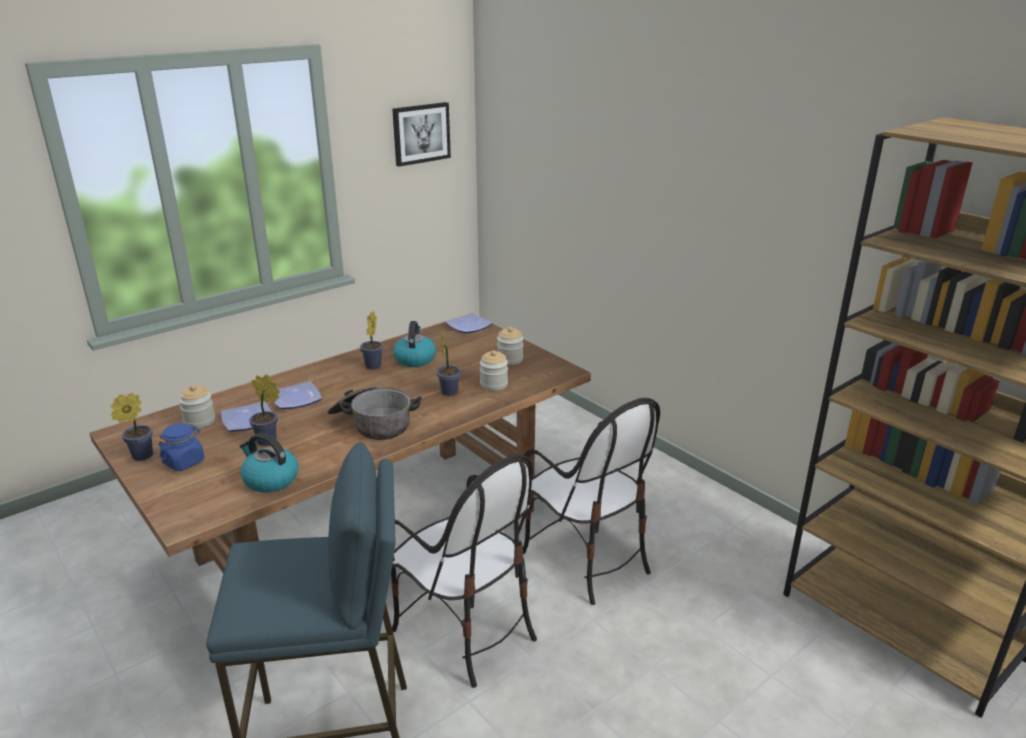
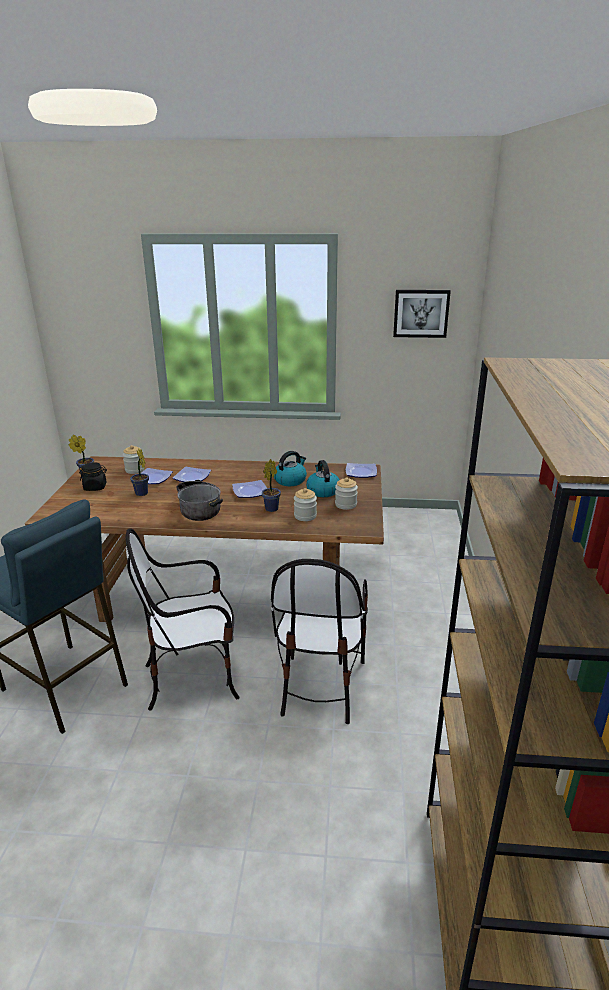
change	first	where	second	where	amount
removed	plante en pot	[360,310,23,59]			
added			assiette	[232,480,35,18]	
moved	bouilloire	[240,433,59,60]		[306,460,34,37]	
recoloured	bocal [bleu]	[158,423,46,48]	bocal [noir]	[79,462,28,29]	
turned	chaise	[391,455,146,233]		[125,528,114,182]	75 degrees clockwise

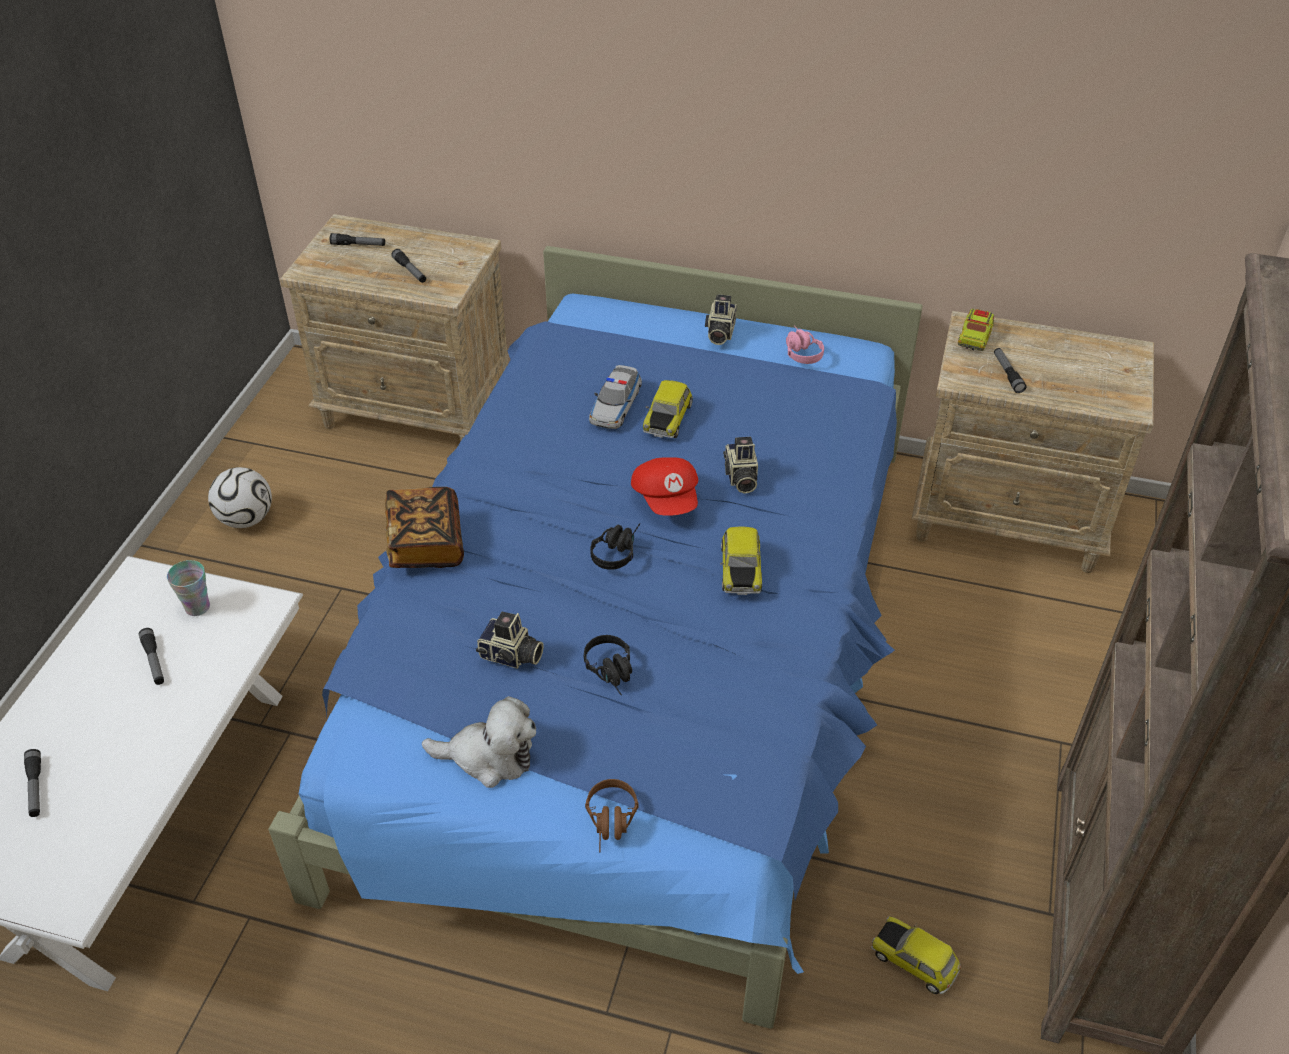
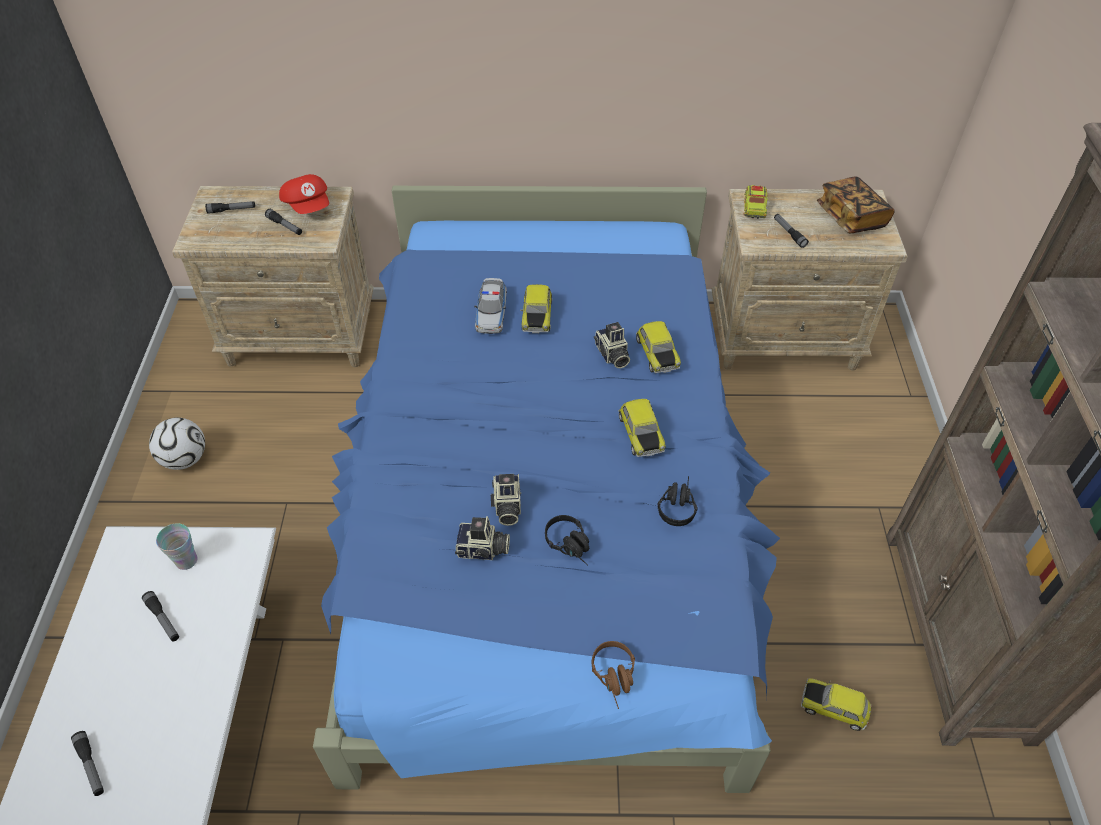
change	first	where	second	where	amount
removed	peluche	[422,696,114,92]			
removed	casque audio [rose]	[786,325,38,39]			
added			petite voiture	[636,321,45,52]	
moved	livre	[385,487,79,81]		[817,176,77,57]	
moved	casque audio [noir]	[590,523,50,47]		[657,476,41,50]	
moved	casquette [rouge]	[631,457,67,59]		[279,174,50,40]	
moved	appareil photo	[705,294,32,51]		[491,474,30,52]	

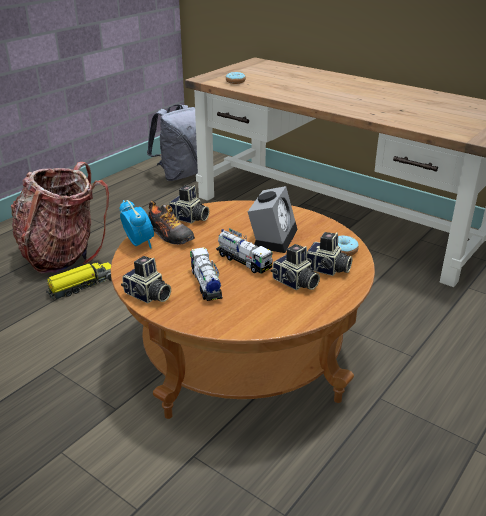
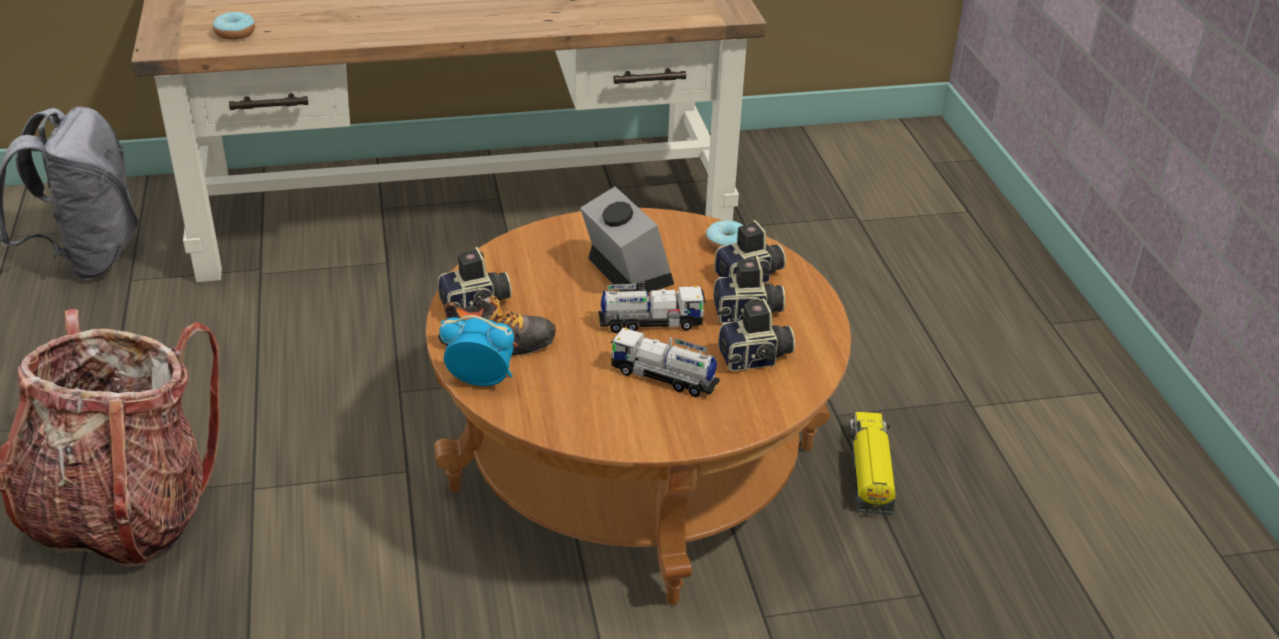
change	first	where	second	where	amount
moved	camion jouet	[46,262,66,37]		[849,412,47,103]	
moved	appareil photo	[121,256,50,47]		[718,298,77,73]	

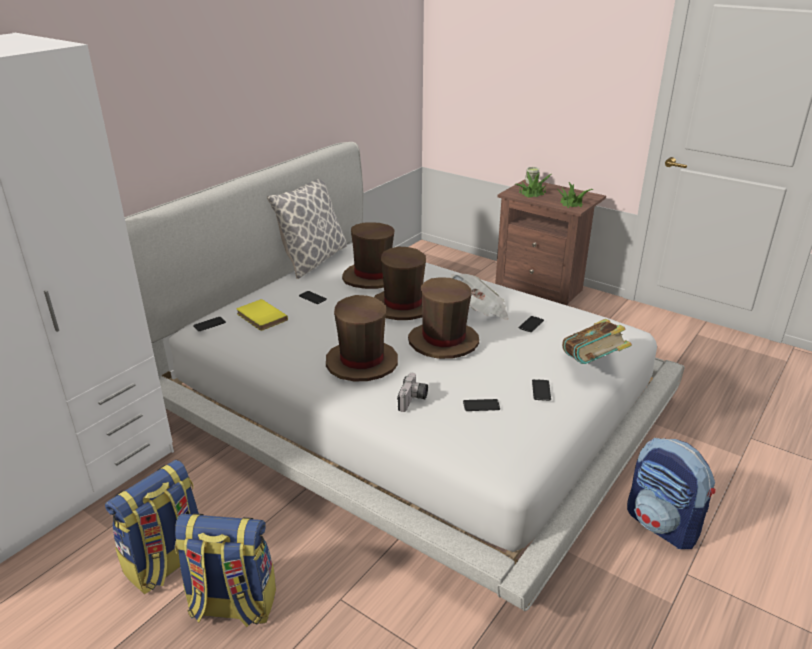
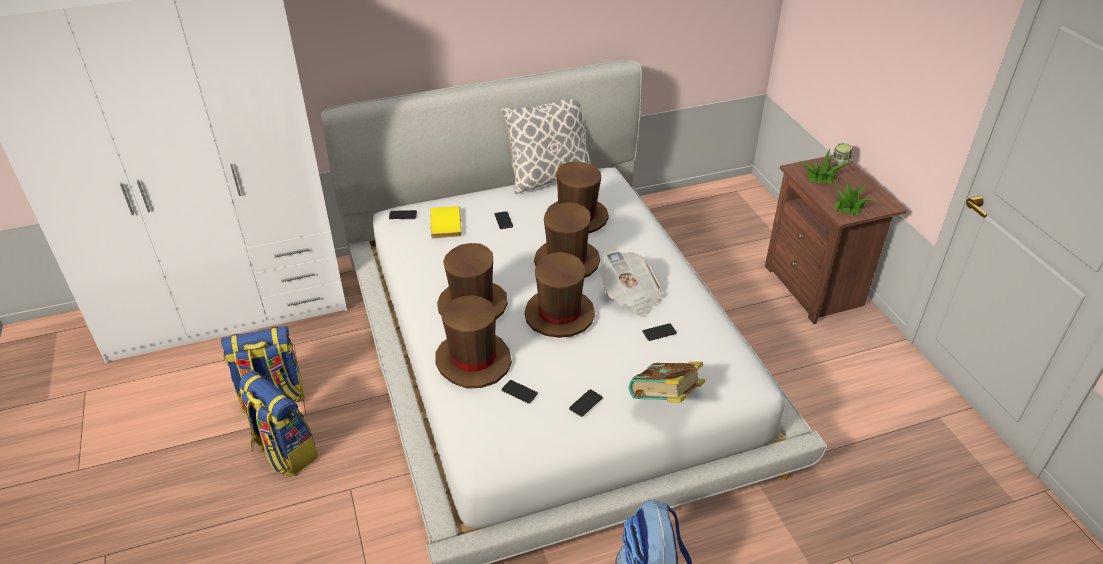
change	first	where	second	where	amount
replaced	appareil photo	[397,373,31,39]	chapeau [marron]	[435,295,77,93]	

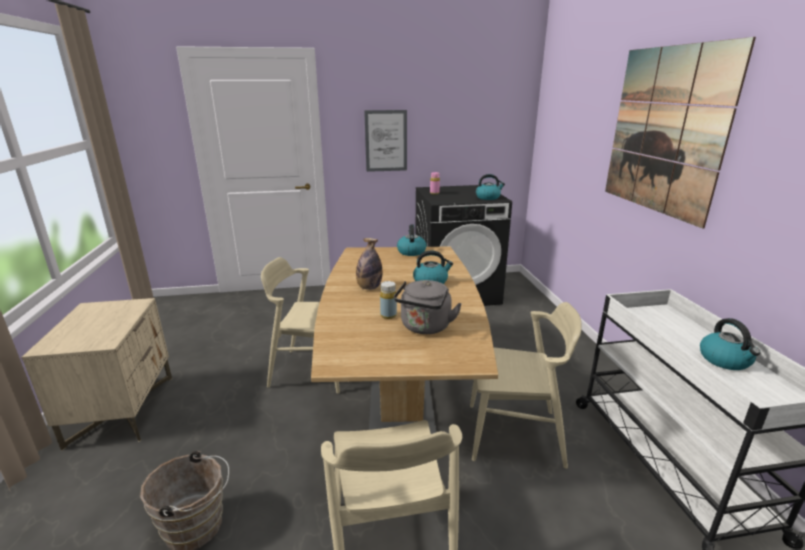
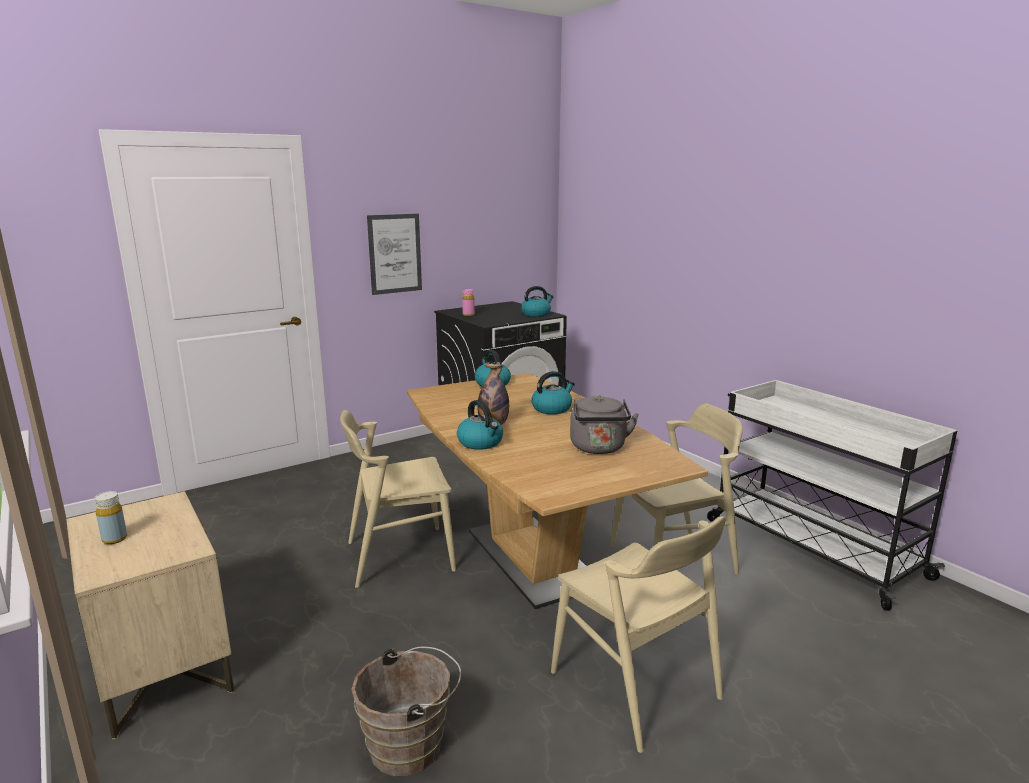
change	first	where	second	where	amount
removed	tableau	[605,37,151,192]			
moved	bouteille [jaune]	[380,281,17,38]		[94,491,33,53]	
moved	bouilloire	[700,318,61,52]		[457,400,46,50]	

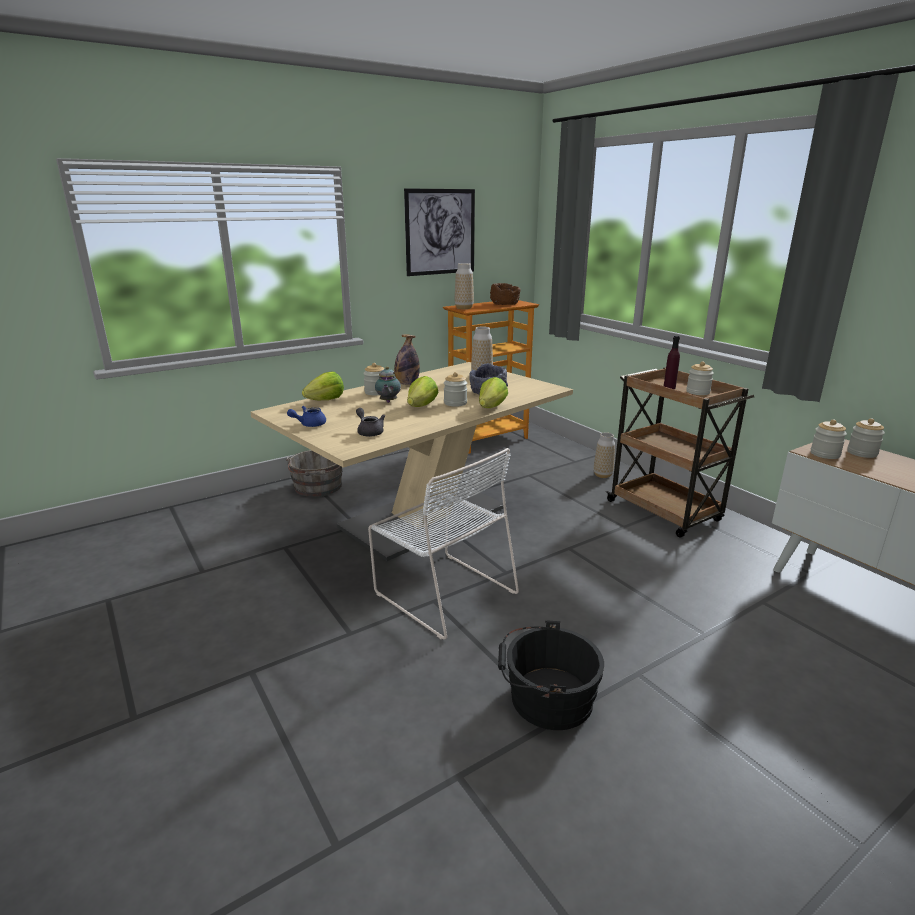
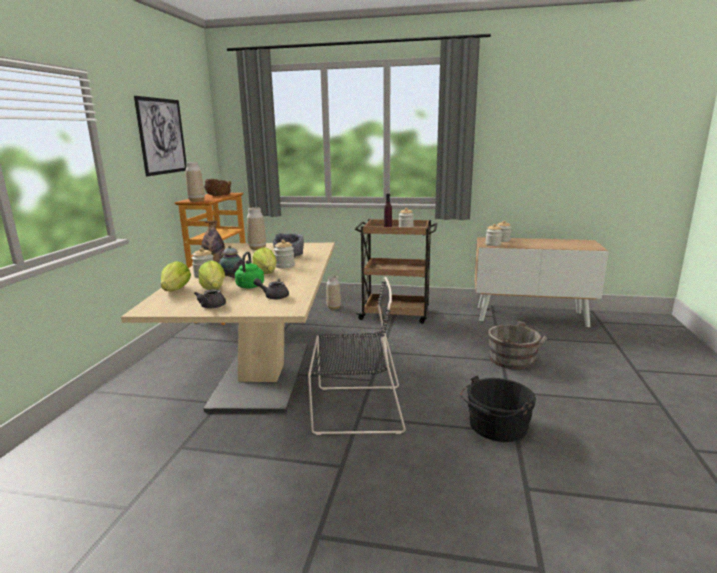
change	first	where	second	where	amount
added			bouilloire [vert]	[235,252,29,37]	
moved	seau [gris]	[286,450,57,47]		[487,321,60,49]	
moved	laitue	[479,377,29,31]		[198,261,27,29]	
recoloured	théière [bleu]	[287,406,39,21]	théière [gris]	[194,289,32,19]	
recoloured	chaise [blanc]	[368,448,151,192]	chaise [noir]	[308,277,98,158]	

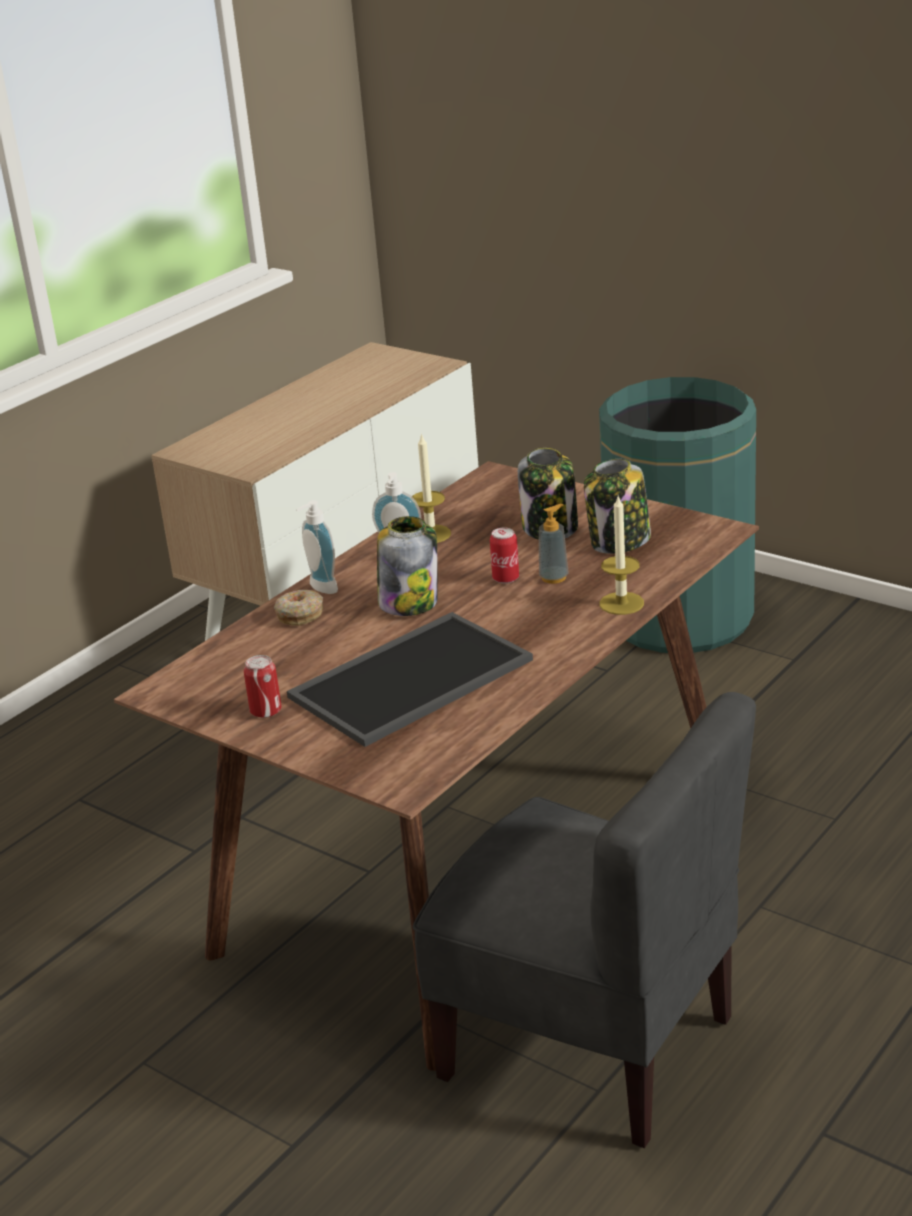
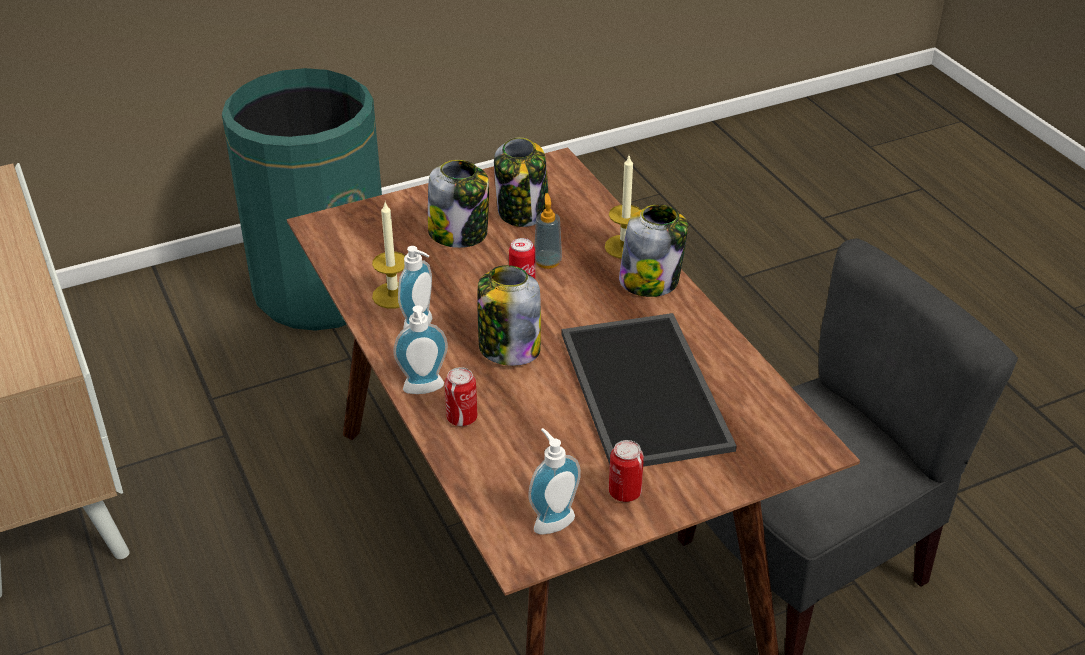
change	first	where	second	where	amount
added			distributeur de savon	[528,428,53,107]	
added			bocal	[619,204,69,93]	
replaced	beignet	[274,590,49,35]	boîte métallique	[445,367,33,59]	

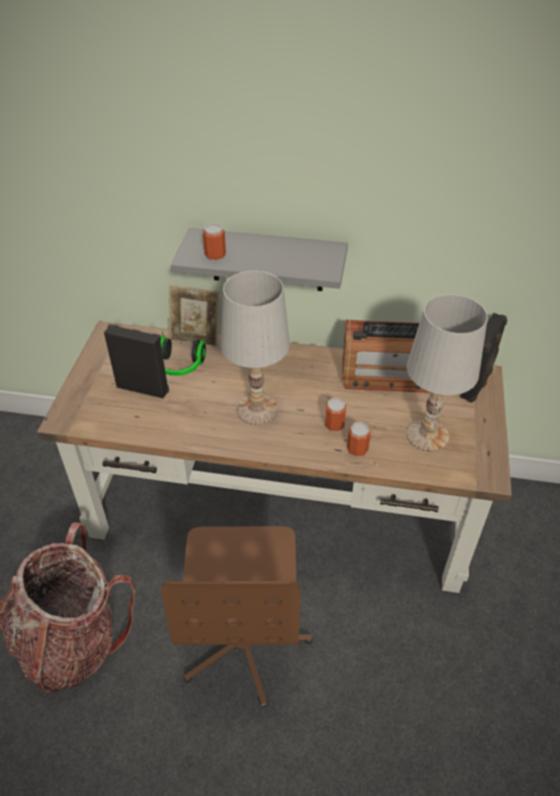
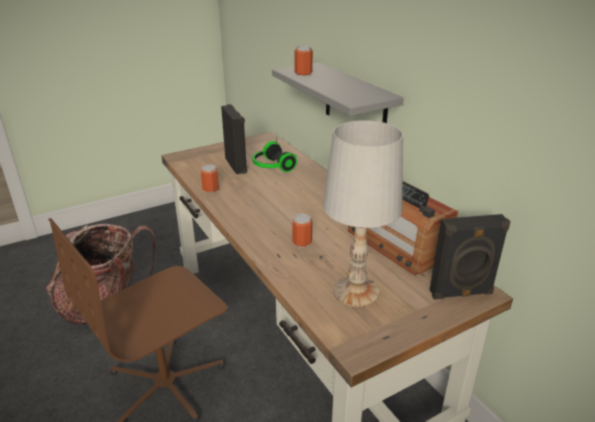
change	first	where	second	where	amount
removed	cadre photo	[169,285,50,63]			
removed	lampe de table [blanc]	[221,271,69,154]			
moved	boîte métallique	[347,422,24,35]		[201,164,18,29]	

